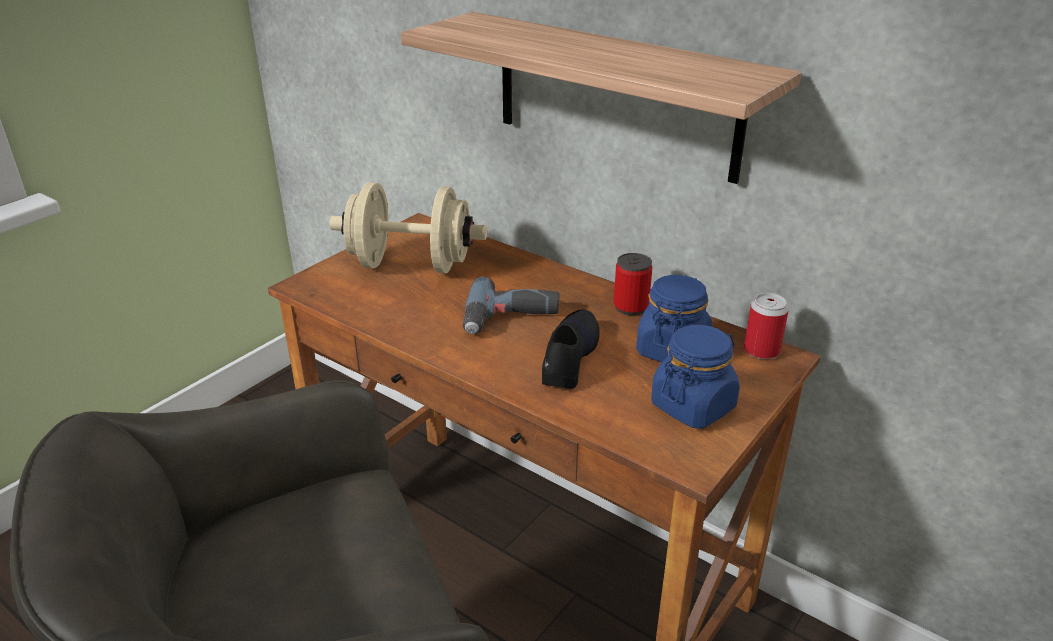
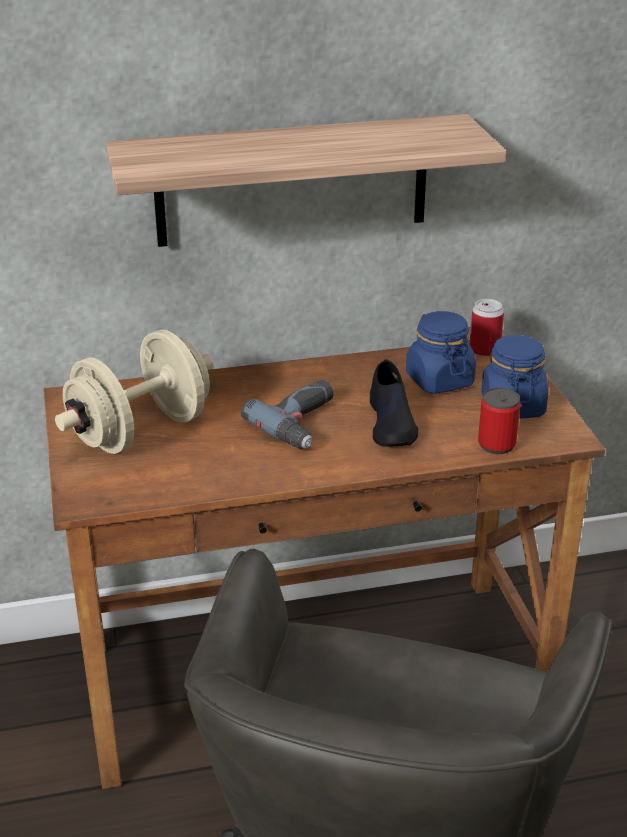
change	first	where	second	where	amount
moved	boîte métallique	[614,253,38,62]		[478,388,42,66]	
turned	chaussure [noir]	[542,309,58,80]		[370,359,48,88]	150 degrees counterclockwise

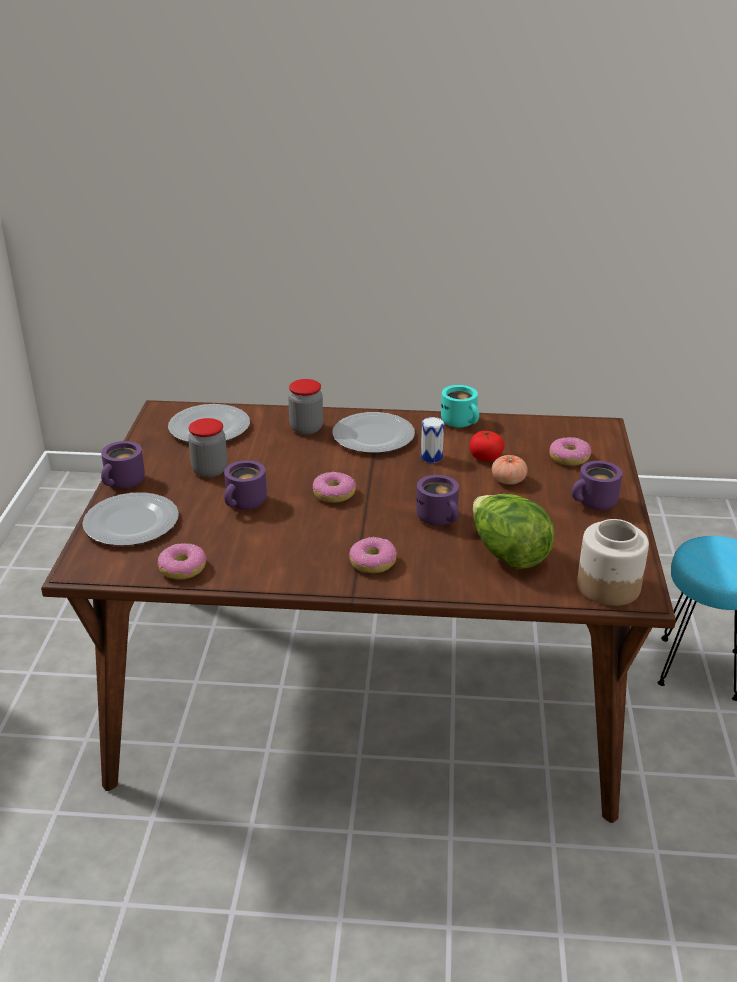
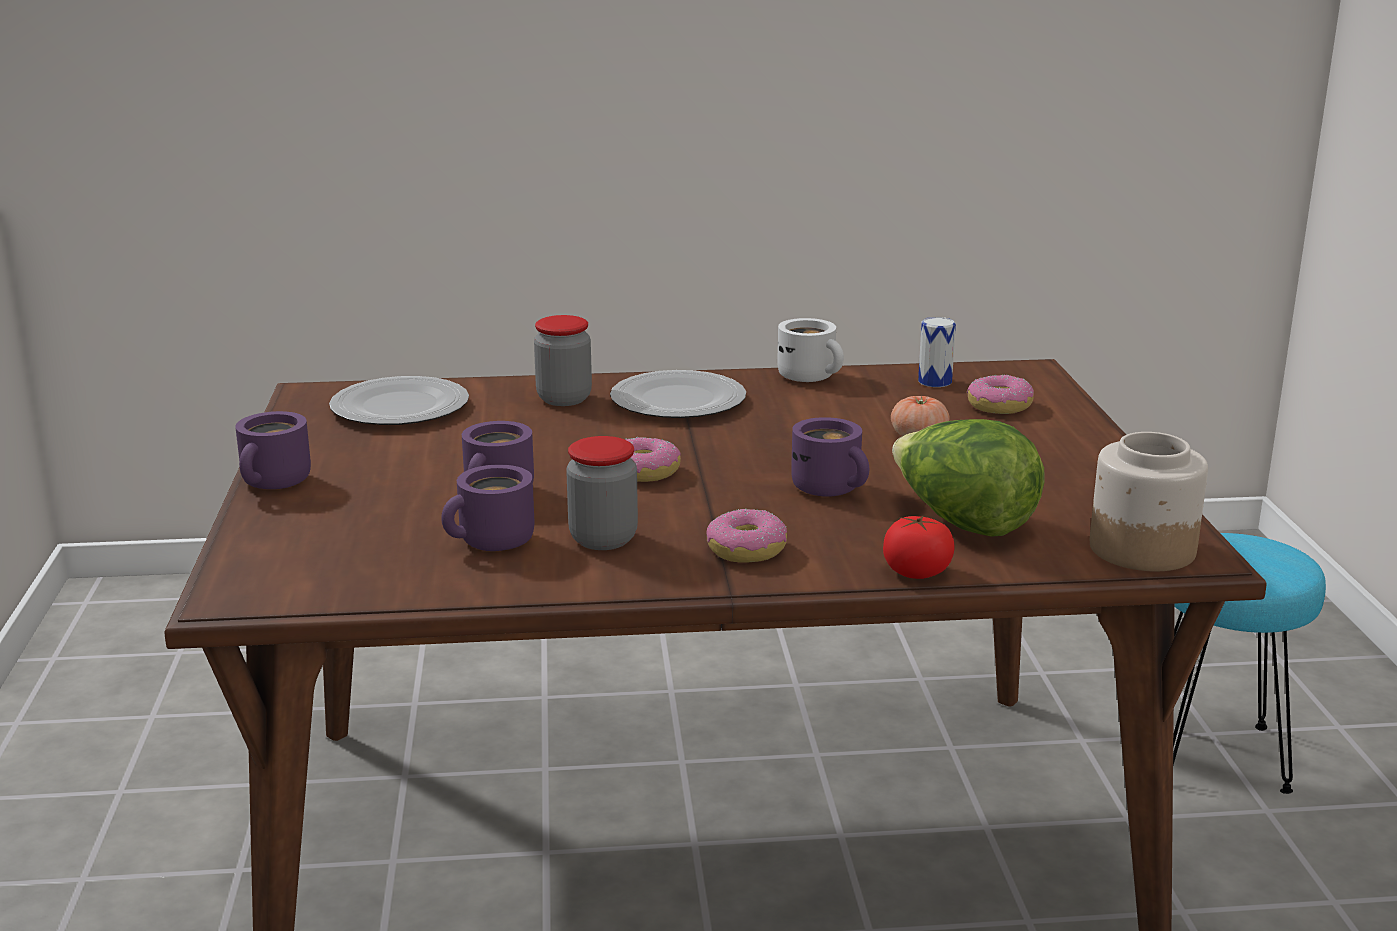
change	first	where	second	where	amount
removed	assiette	[82,492,97,54]			
removed	beignet	[158,543,49,37]			
moved	bocal	[188,418,39,60]		[566,436,72,114]	
moved	boîte métallique	[421,417,23,46]		[918,317,38,70]	
moved	tomate	[470,431,34,31]		[883,515,72,64]	
moved	mug [violet]	[571,461,51,49]		[441,465,93,86]	
recoloured	mug [turquoise]	[441,385,38,43]	mug [blanc]	[777,318,67,64]	

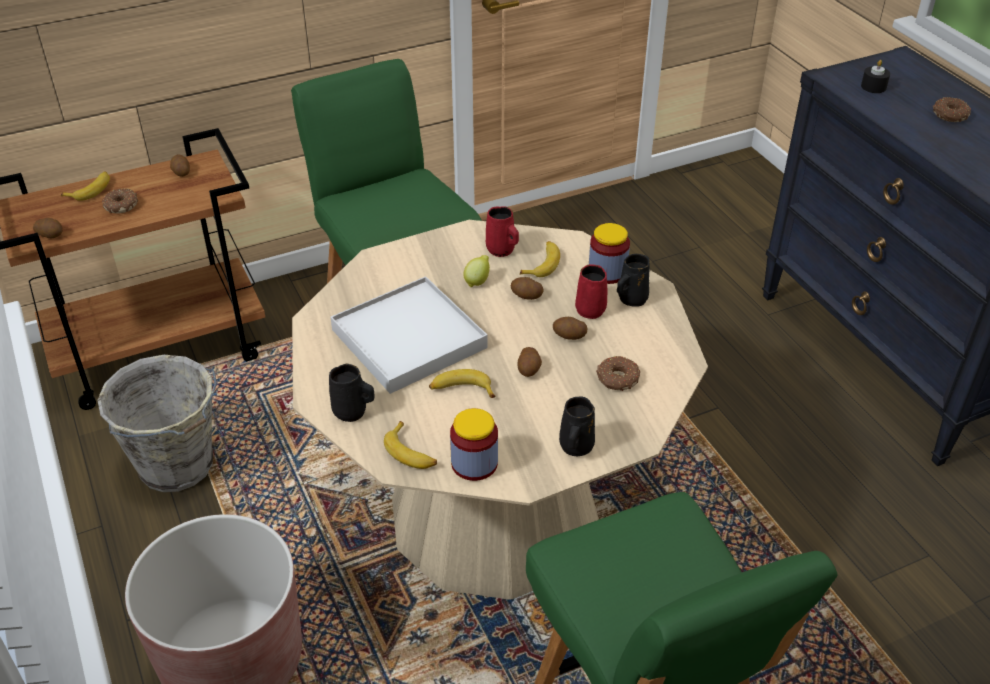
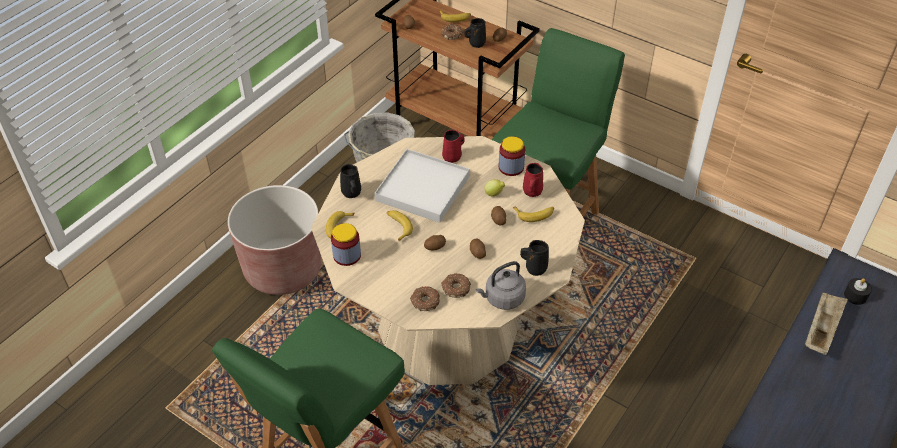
change	first	where	second	where	amount
added			bouilloire [gris]	[476,261,50,49]	
added			plateau [beige]	[805,292,43,63]	
moved	mug [noir]	[559,396,36,60]		[464,18,22,30]	
moved	mug [rouge]	[575,264,33,55]		[442,130,23,33]	
moved	bocal	[589,223,41,61]		[499,136,26,40]	
moved	beignet	[933,97,38,25]		[410,286,30,25]	

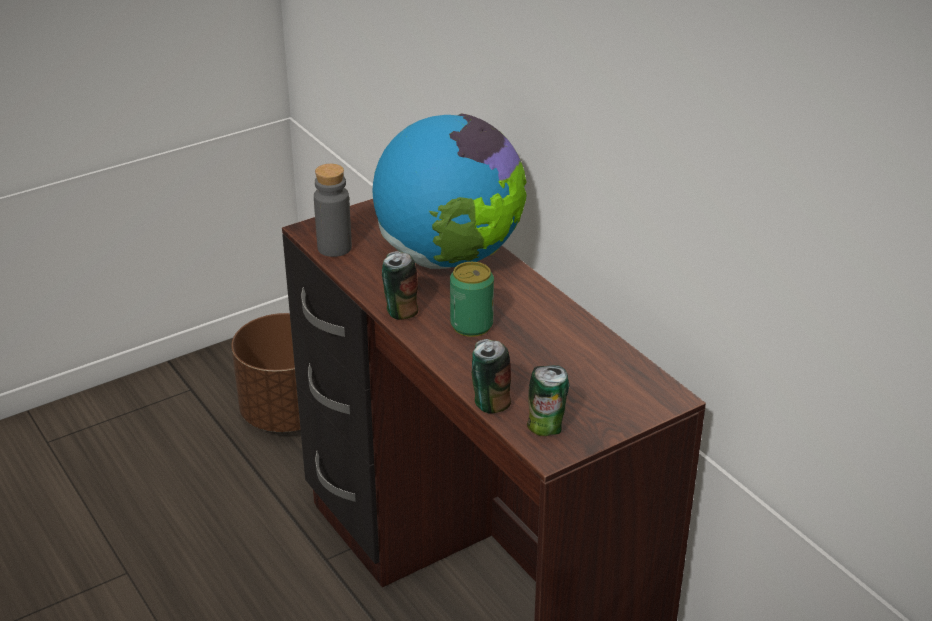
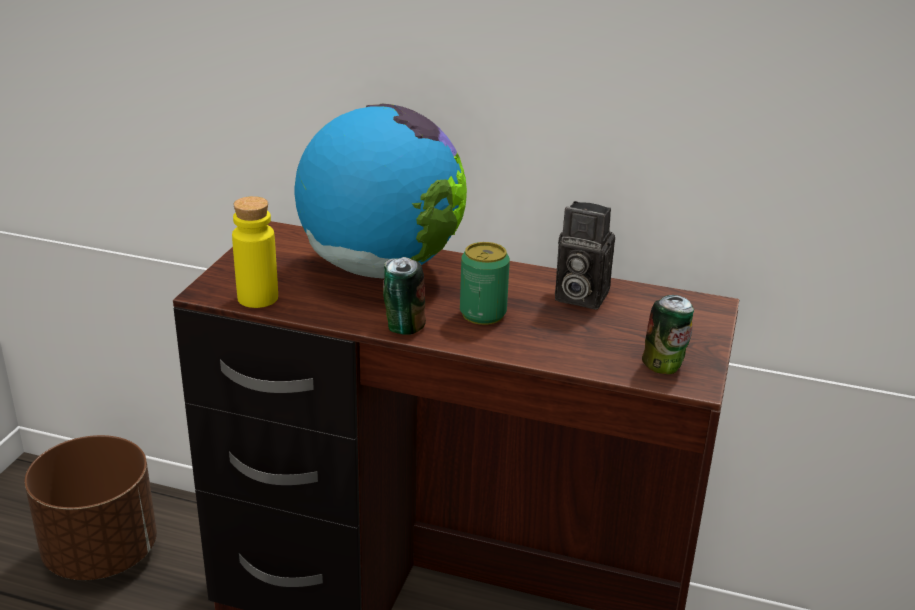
change	first	where	second	where	amount
removed	boîte métallique	[472,339,39,75]			
added			appareil photo	[555,201,60,109]	
recoloured	bouteille [gris]	[314,164,38,93]	bouteille [jaune]	[232,196,46,112]	

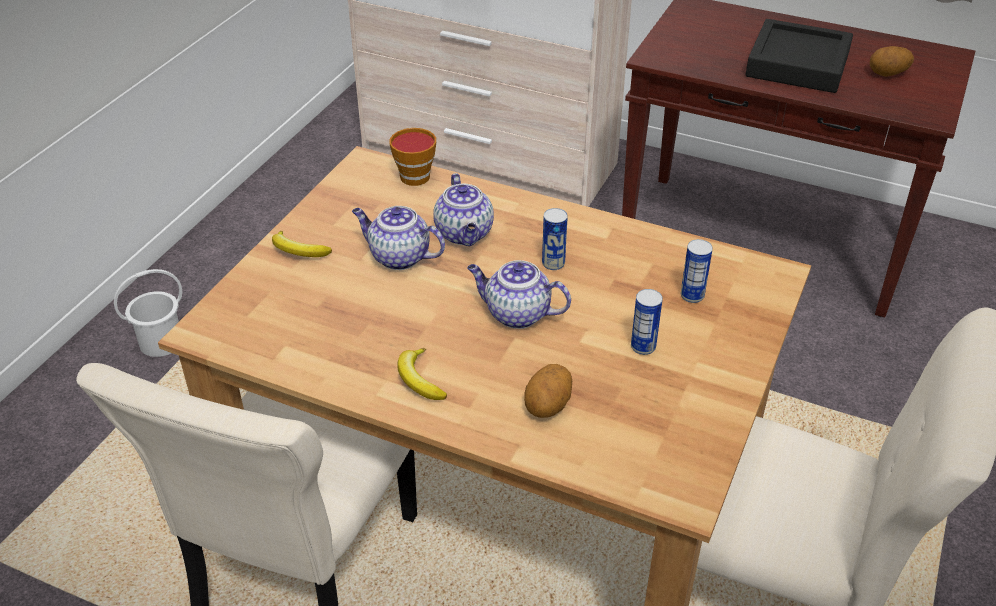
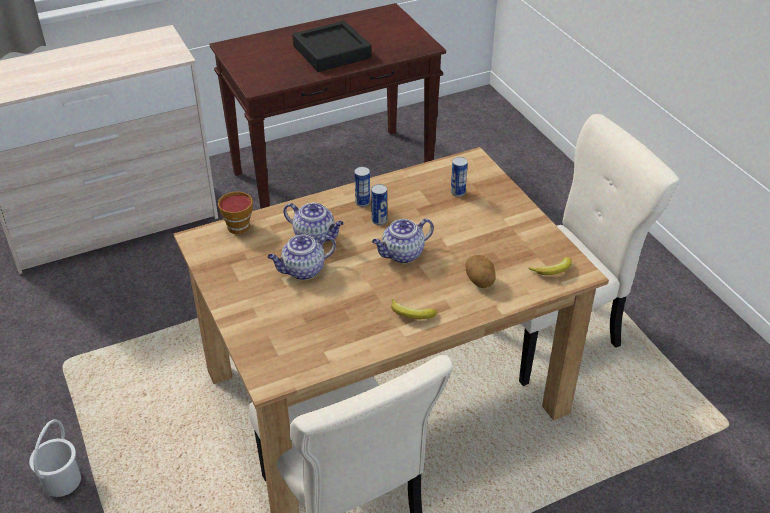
change	first	where	second	where	amount
removed	pomme de terre	[870,46,44,31]			
moved	banane	[272,231,60,26]		[528,257,44,18]	
moved	boîte métallique	[631,289,32,66]		[355,167,15,40]	

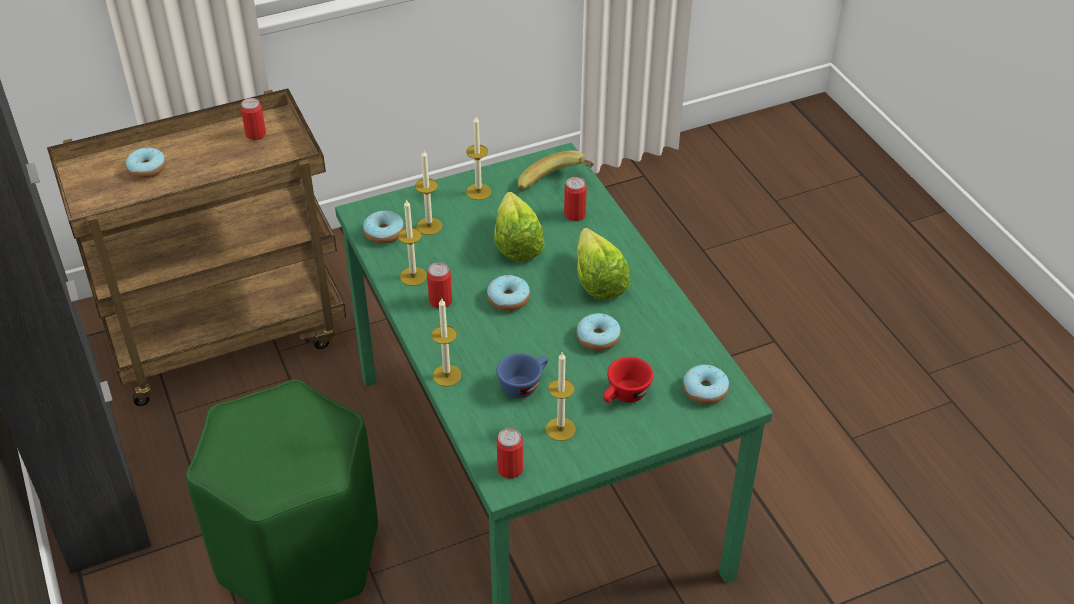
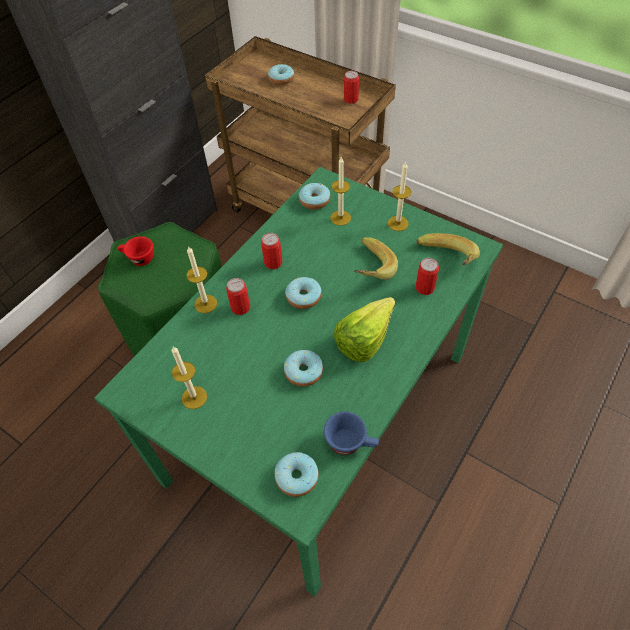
change	first	where	second	where	amount
removed	bougie	[398,199,29,87]			
moved	tasse [bleu]	[496,353,52,45]		[324,411,55,44]	
moved	boîte métallique	[497,428,26,50]		[226,278,24,37]	
moved	tasse [rouge]	[603,357,50,46]		[117,236,36,30]	
replaced	laitue	[494,192,51,70]	banane	[354,237,44,43]	

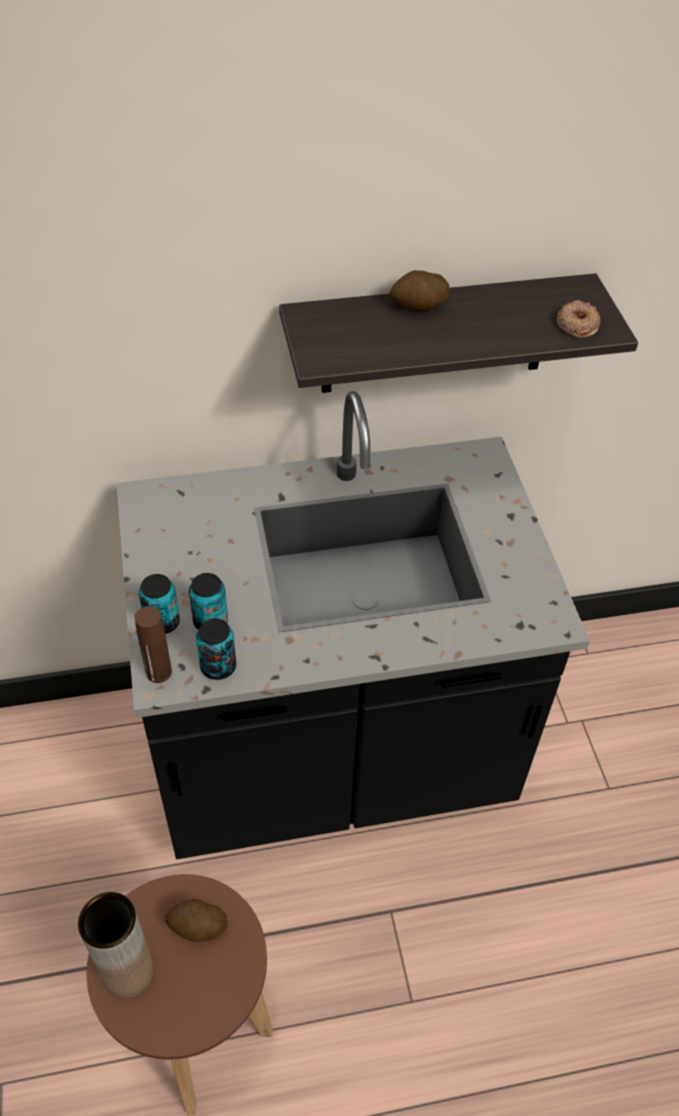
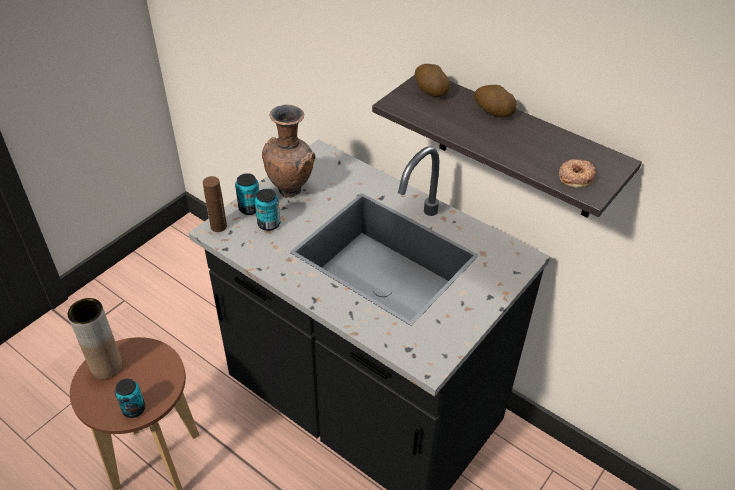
change	first	where	second	where	amount
added			vase [marron]	[262,104,53,94]	
moved	pomme de terre	[165,899,63,43]		[415,64,35,33]	
moved	boîte métallique	[196,618,40,62]		[115,379,30,39]	

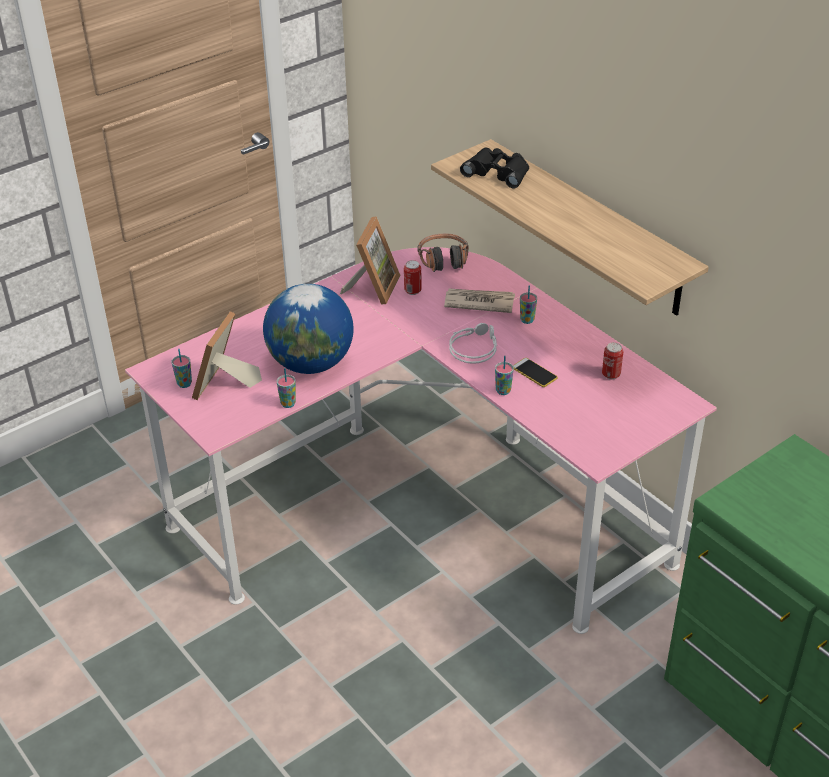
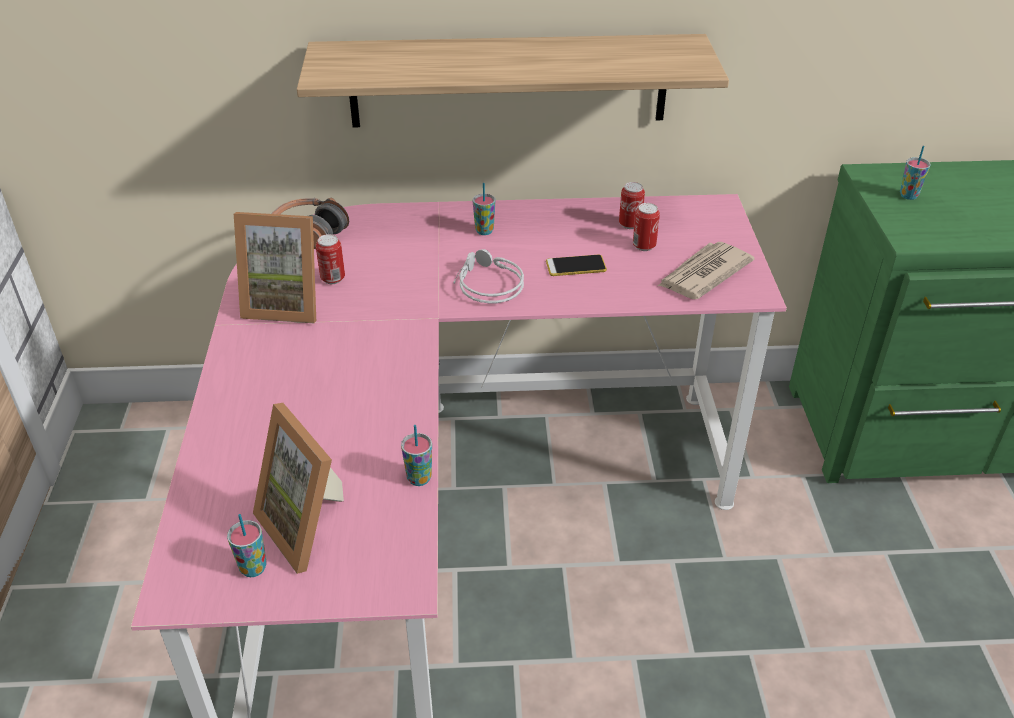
change	first	where	second	where	amount
removed	globe	[263,284,90,90]			
removed	jumelles [noir]	[460,148,69,40]			
added			boîte métallique	[633,203,27,48]	
moved	journal	[444,288,71,25]		[658,242,97,57]	
moved	tasse	[495,355,19,40]		[900,146,31,54]	
turned	cadre photo	[340,216,60,89]		[234,212,82,111]	135 degrees clockwise

